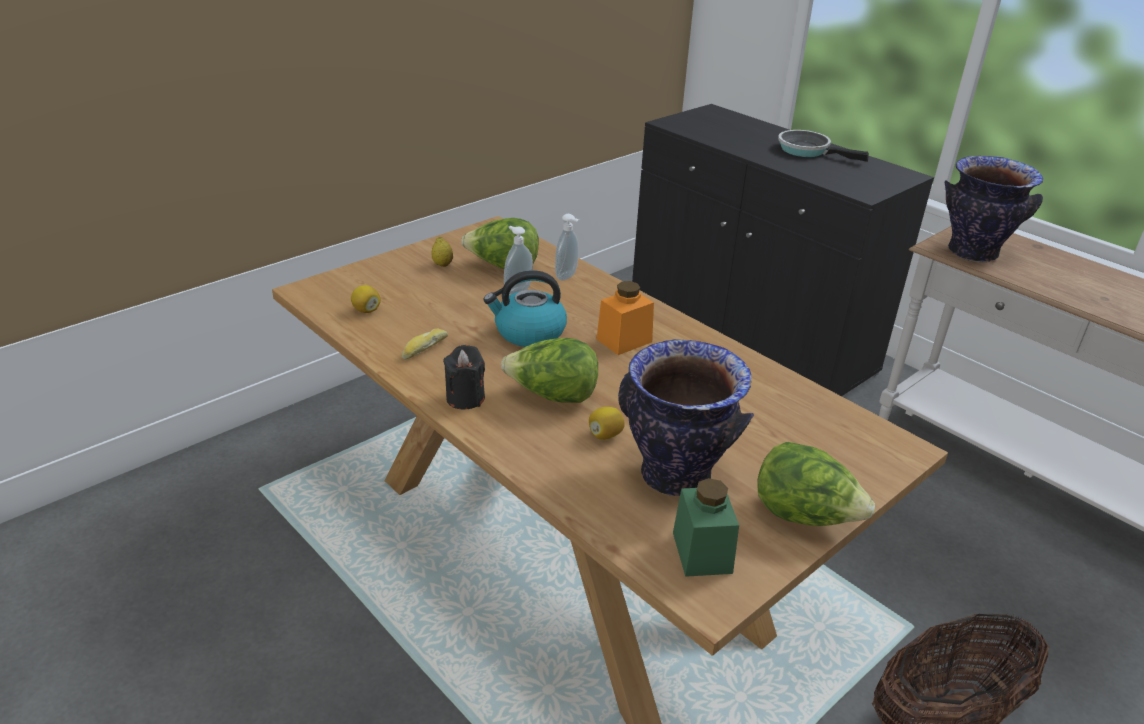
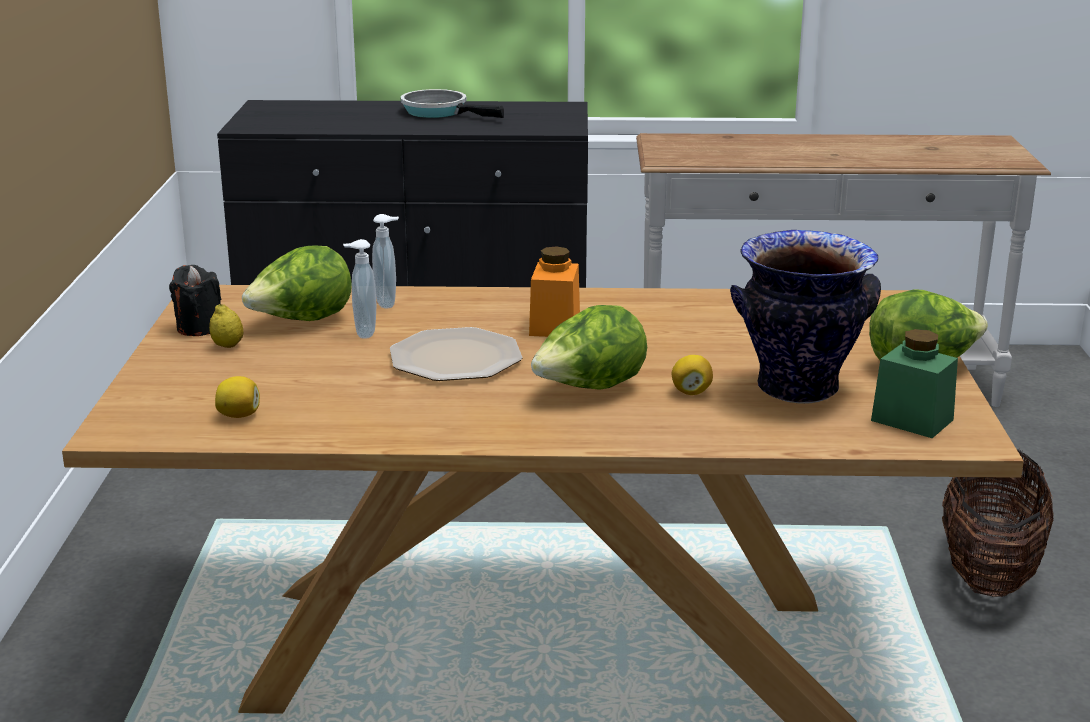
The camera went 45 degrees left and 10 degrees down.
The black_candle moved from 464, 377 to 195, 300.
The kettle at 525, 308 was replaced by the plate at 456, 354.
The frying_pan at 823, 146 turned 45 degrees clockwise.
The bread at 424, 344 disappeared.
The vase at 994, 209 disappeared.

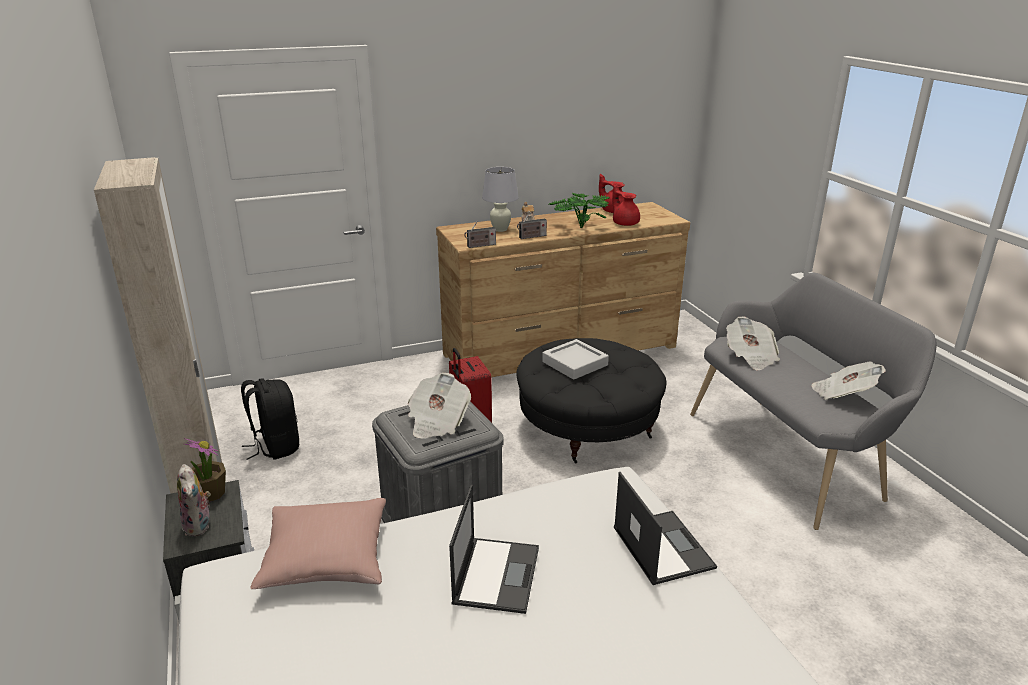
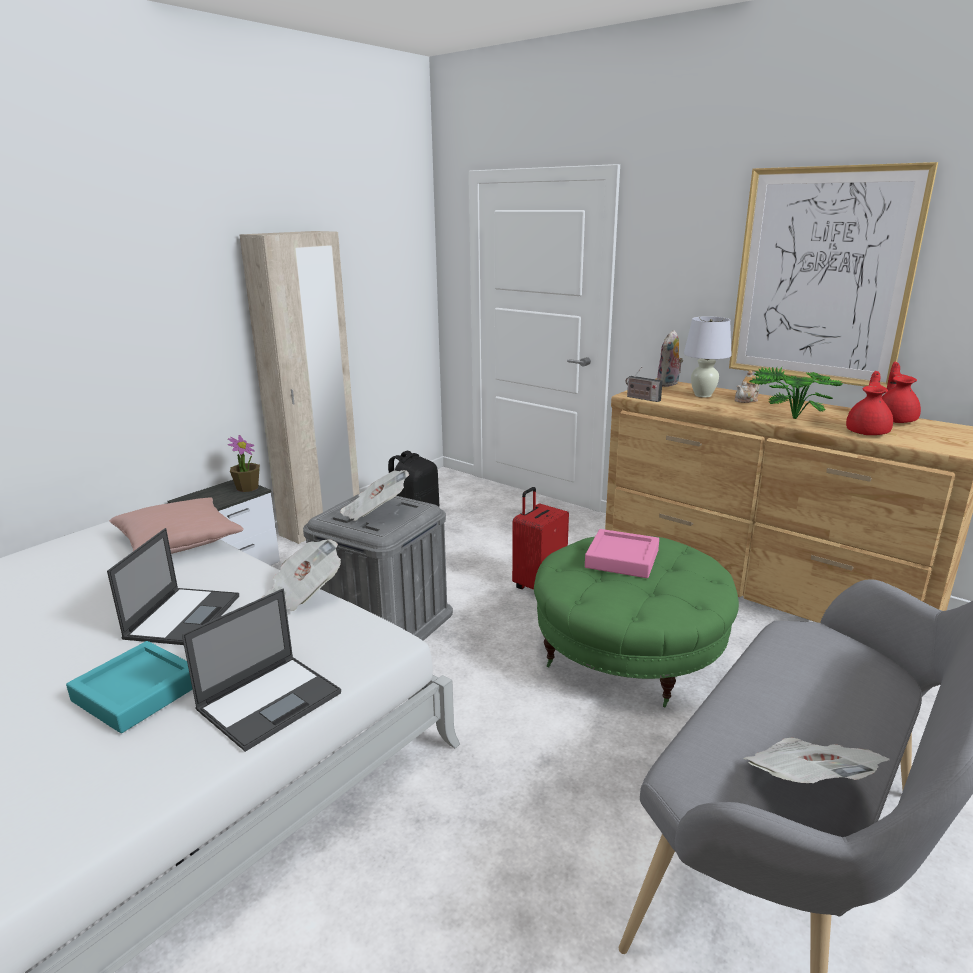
The camera went 60 degrees right and 5 degrees down.
The turquoise_tray at 129, 687 appeared.
The laptop at 494, 549 turned 60 degrees counterclockwise.
The newspaper moved from 753, 343 to 301, 575.
The black_ottoman at 591, 401 became the green_ottoman at 636, 621.
The grey_tray at 575, 359 became the pink_tray at 622, 553.
The plush_toy moved from 194, 500 to 670, 358.
The picture at 833, 275 appeared.
The radio at 532, 225 disappeared.

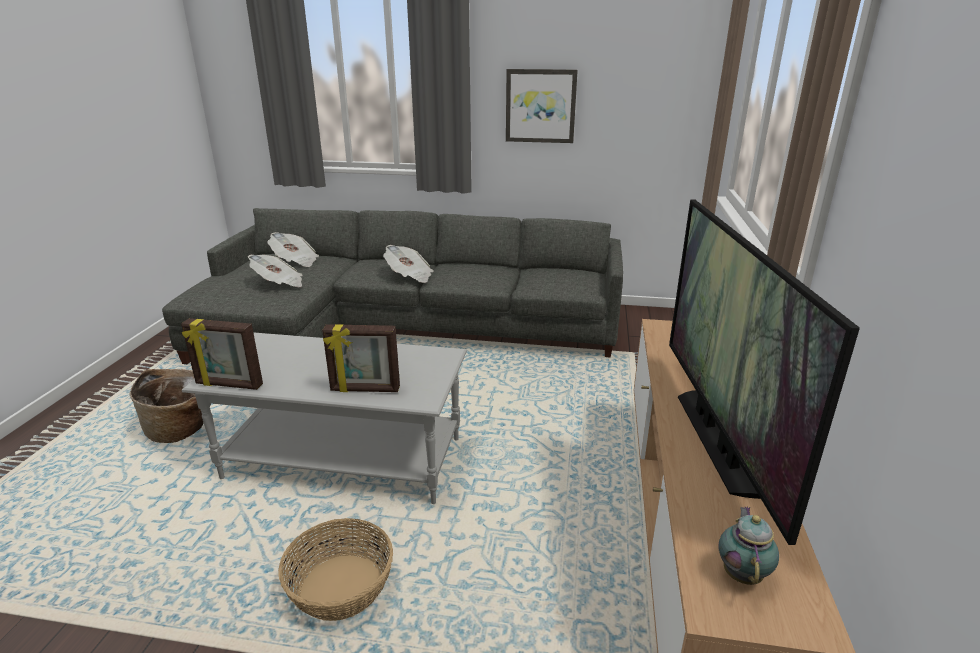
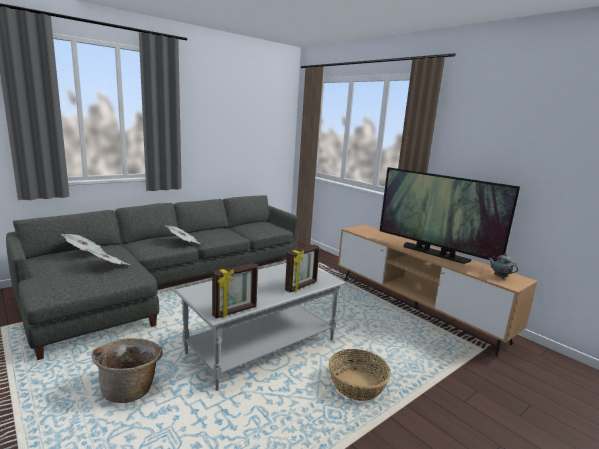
The camera went 50 degrees left and 10 degrees down.
The picture at 542, 106 disappeared.

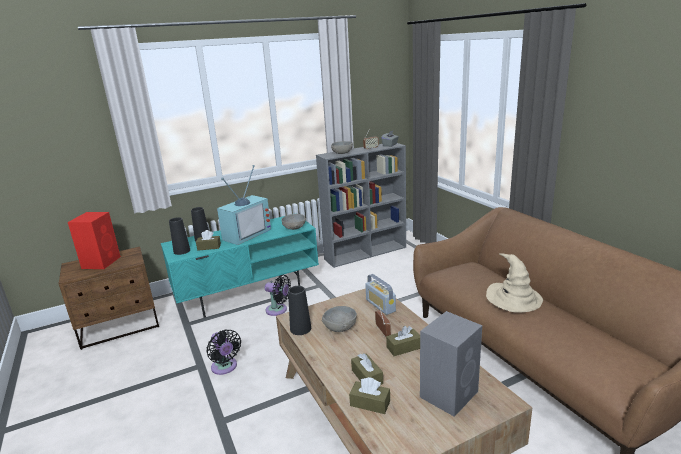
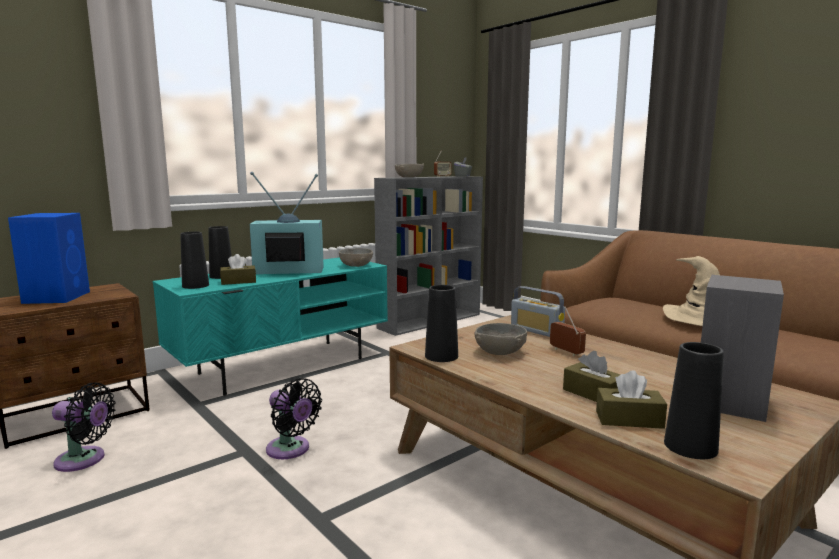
The camera went 15 degrees left and 10 degrees down.
The red_speaker at 94, 240 became the blue_speaker at 49, 258.
The black_fan moved from 278, 295 to 84, 427.
The television at 244, 205 turned 120 degrees counterclockwise.
The black_vase at 694, 400 appeared.
The brown_tissue_box at 403, 341 disappeared.

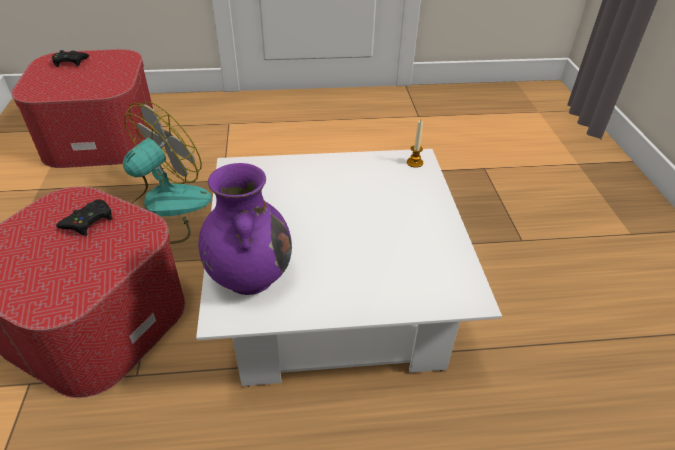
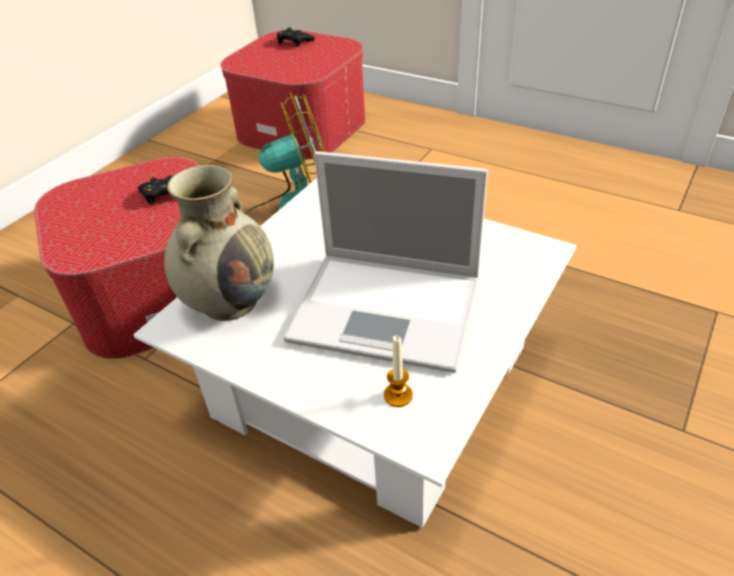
The camera went 40 degrees right and 0 degrees up.
The purple_vase at 245, 229 became the beige_vase at 219, 243.
The laptop at 385, 262 appeared.
The candle moved from 415, 144 to 398, 371.

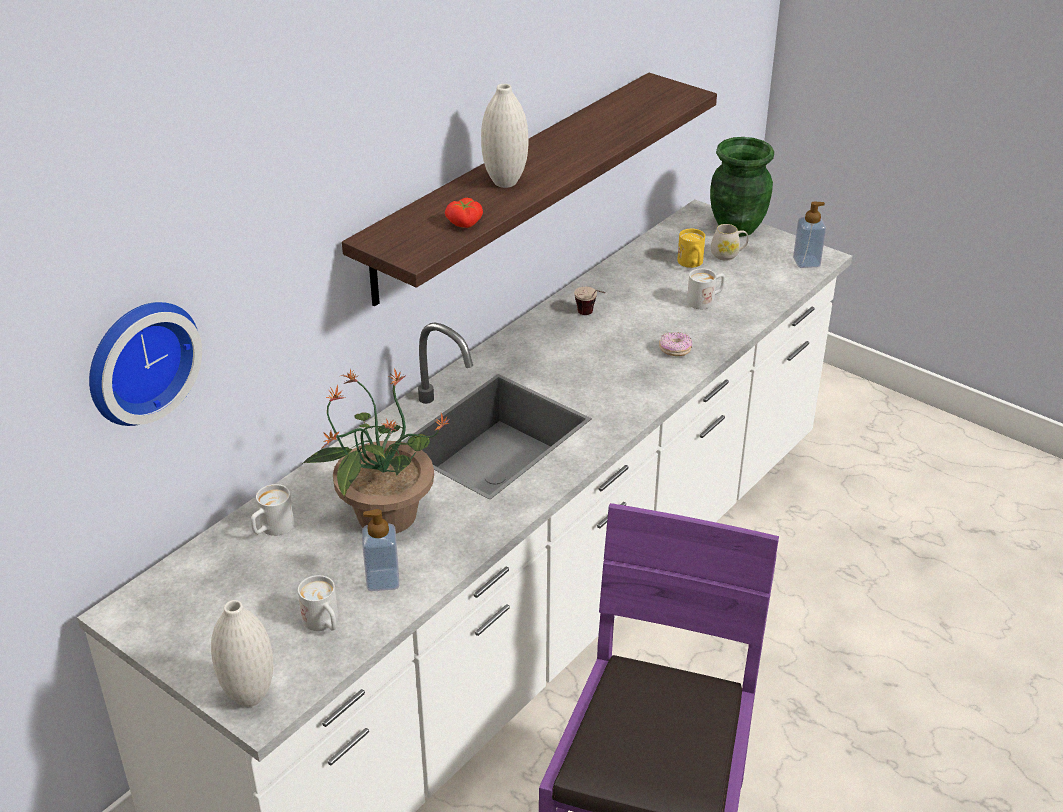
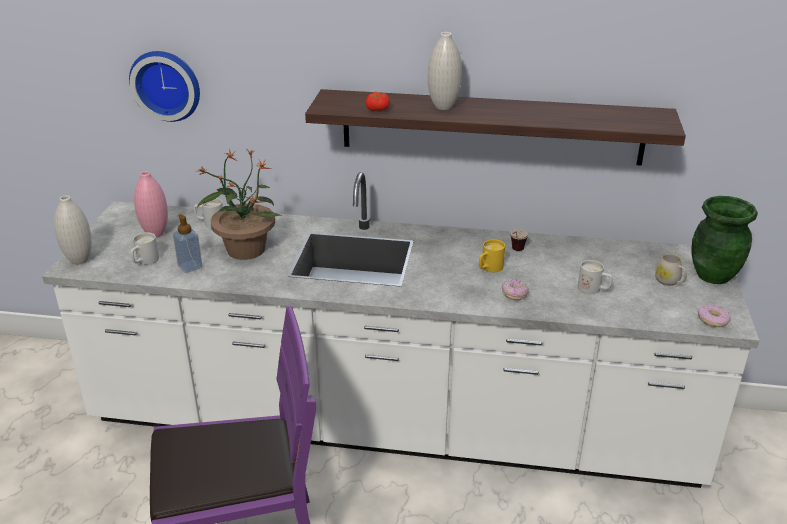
The camera went 60 degrees right and 5 degrees down.
The pink_vase at 151, 204 appeared.
The yellow_mug moved from 691, 248 to 492, 255.
The soap_dispenser at 809, 235 was replaced by the donut at 714, 315.

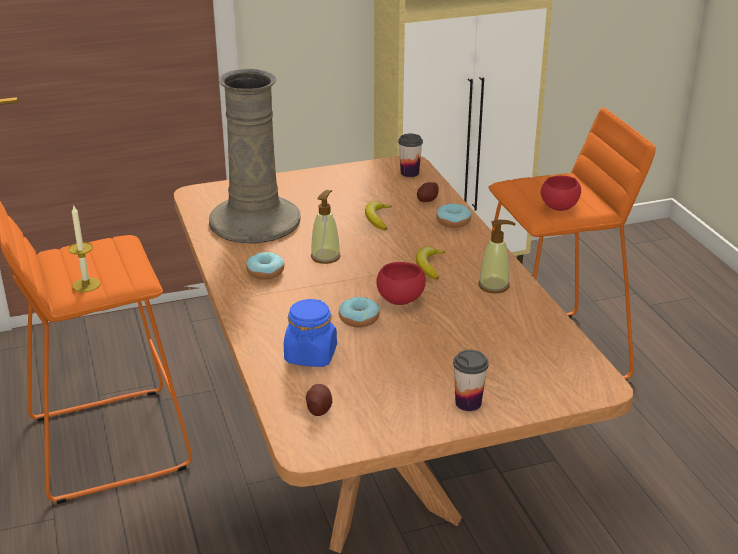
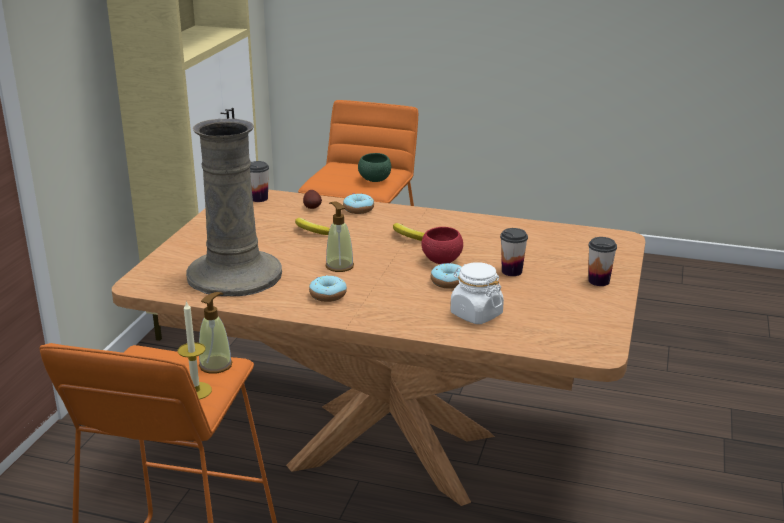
The camera went 55 degrees left and 5 degrees down.
The soap_dispenser moved from 497, 257 to 215, 333.
The red_bowl at 561, 193 became the green_bowl at 374, 167.
The blue_jar at 310, 333 became the white_jar at 477, 293.
The cup at 514, 252 appeared.
The potato at 319, 400 disappeared.

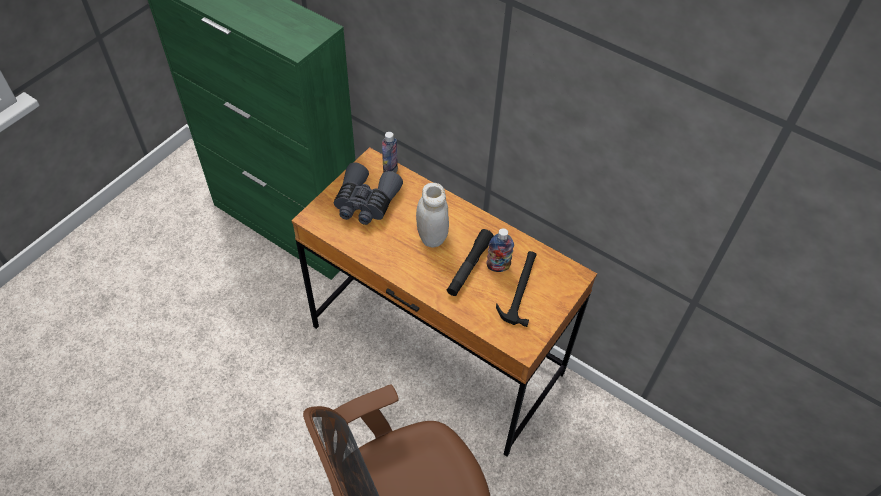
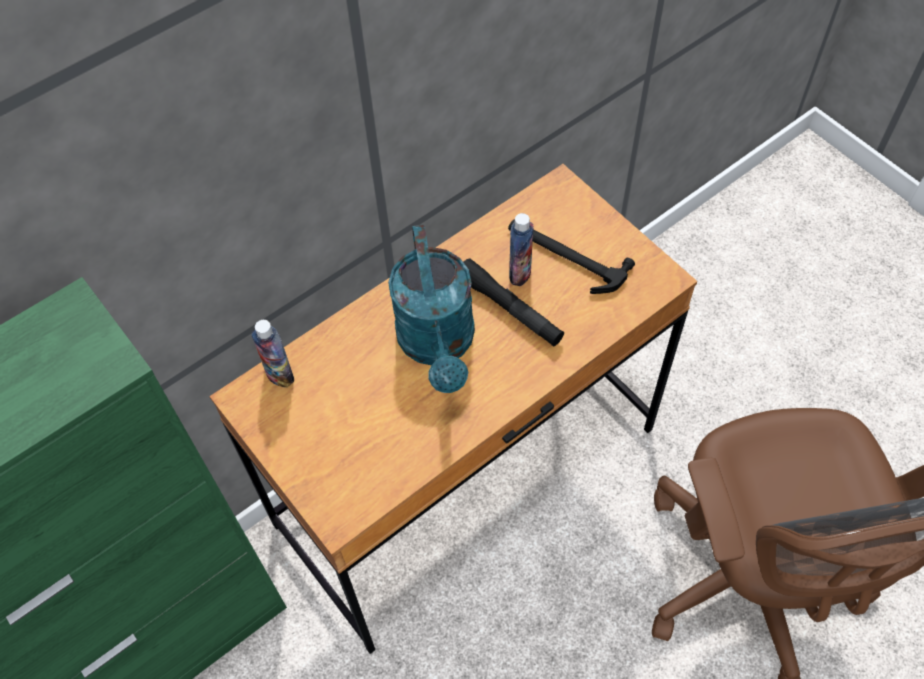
The camera went 70 degrees left and 5 degrees up.
The white_jar at 432, 215 was replaced by the turquoise_watering_can at 431, 308.
The grey_binoculars at 368, 193 disappeared.

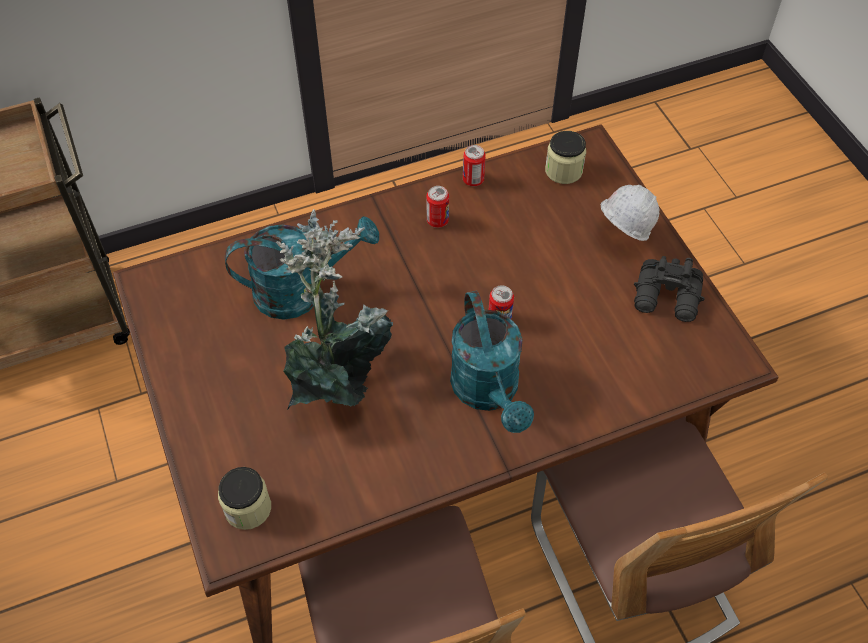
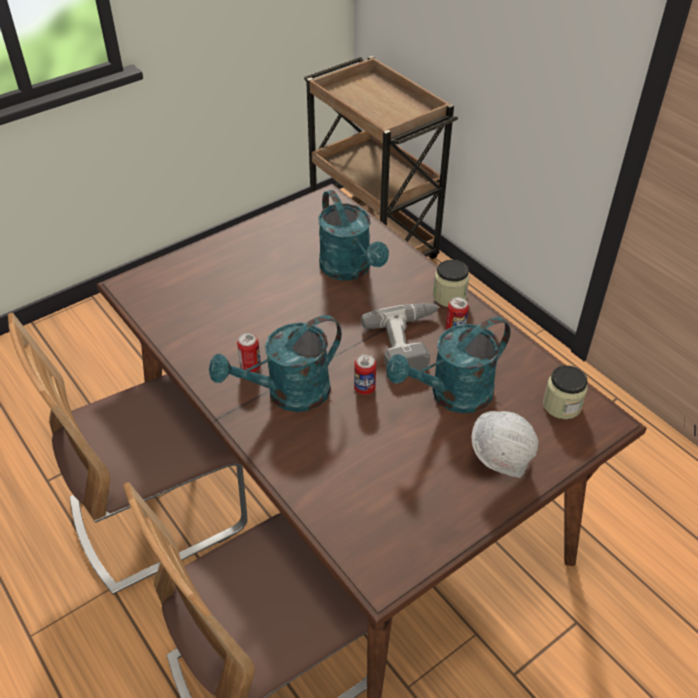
The camera went 75 degrees right and 10 degrees down.
The can moved from 474, 165 to 249, 352.
The power_drill at 400, 336 appeared.
The turquoise_watering_can at 448, 365 appeared.
The jar moved from 244, 498 to 451, 283.
The potted_plant at 334, 309 disappeared.
The black_binoculars at 669, 289 disappeared.

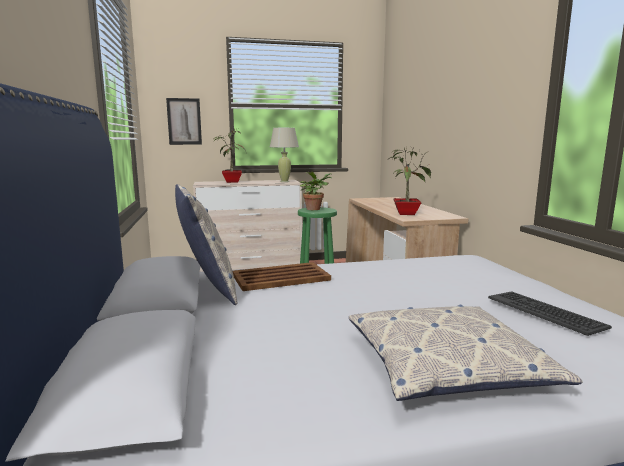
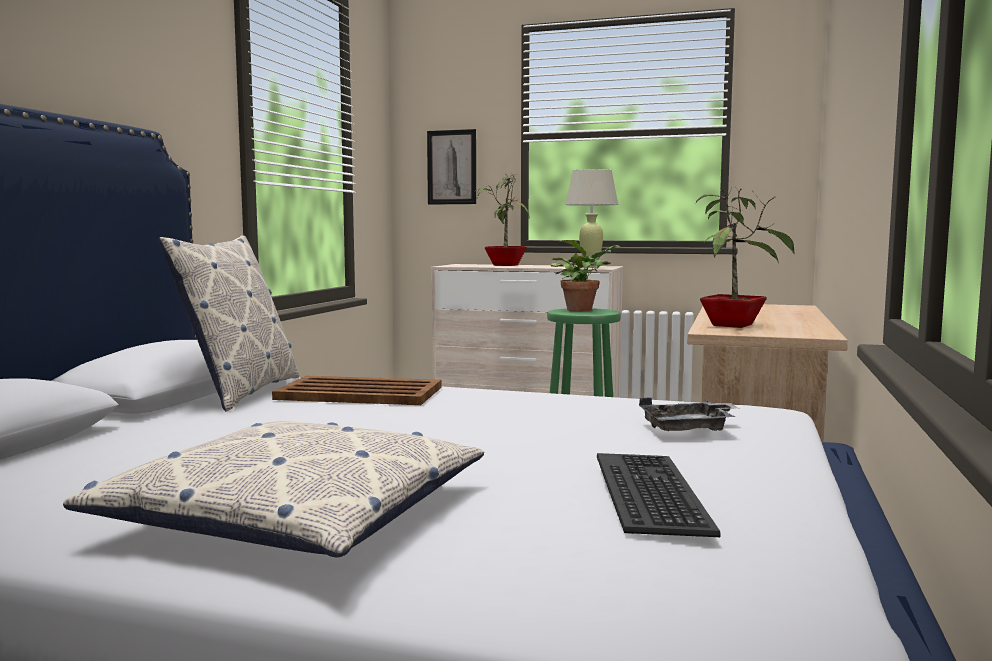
The camera went 30 degrees right and 5 degrees down.
The grey_tray at 688, 414 appeared.

